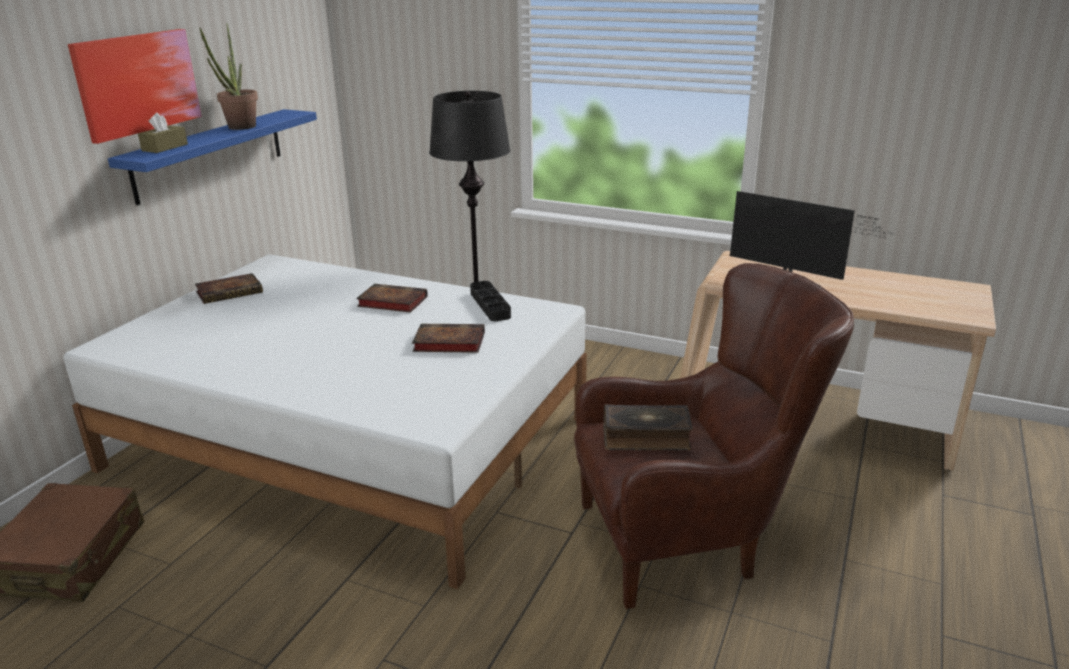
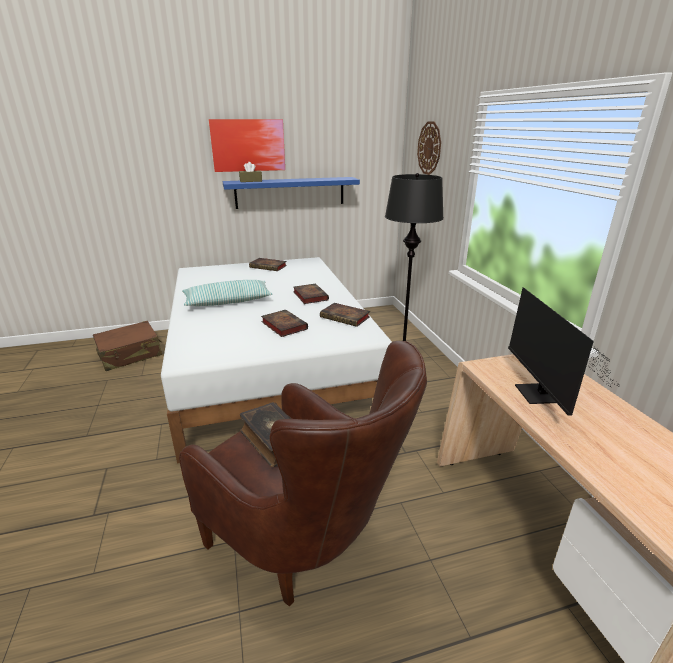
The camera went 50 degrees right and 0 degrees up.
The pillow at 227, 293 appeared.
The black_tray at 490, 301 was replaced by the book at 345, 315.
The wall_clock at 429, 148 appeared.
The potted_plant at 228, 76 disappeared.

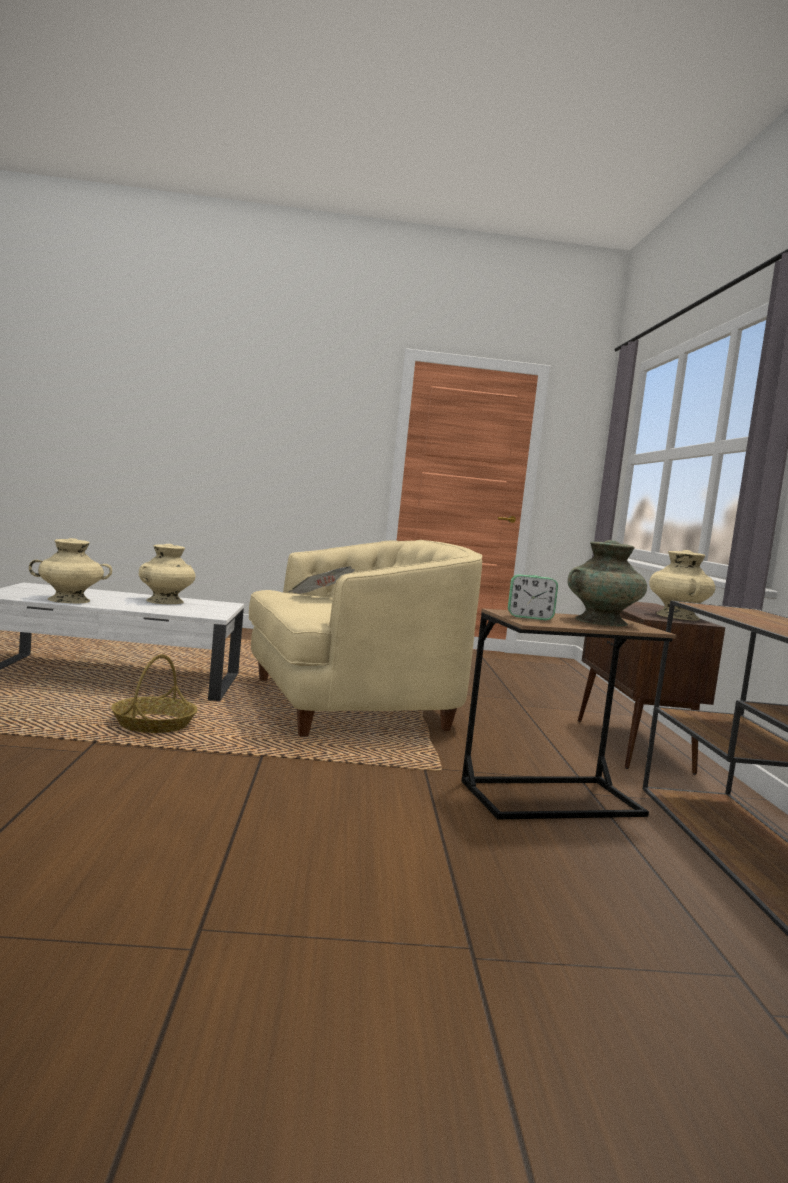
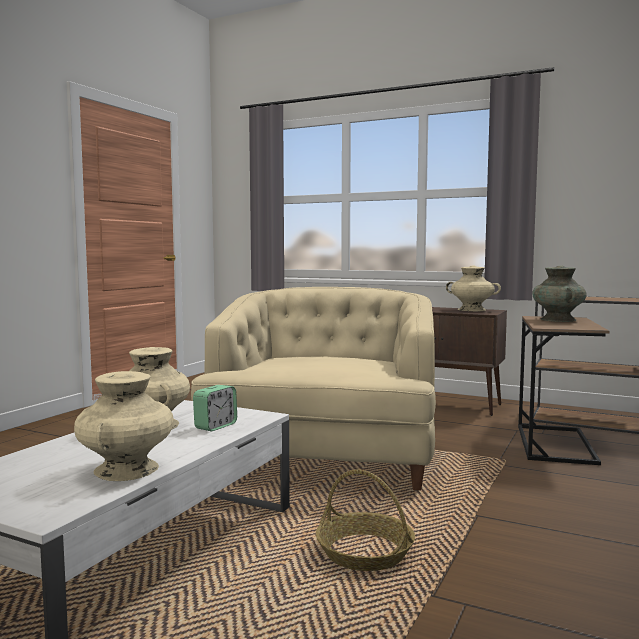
The camera went 60 degrees left and 0 degrees up.
The alarm_clock moved from 533, 597 to 215, 408.
The newspaper at 321, 580 disappeared.

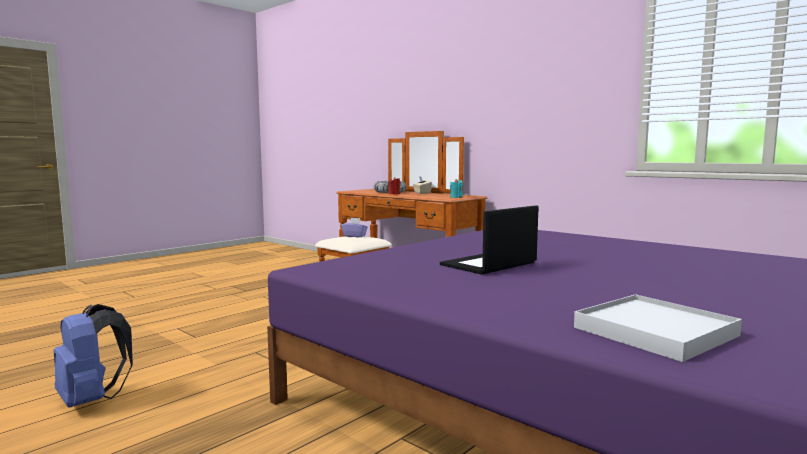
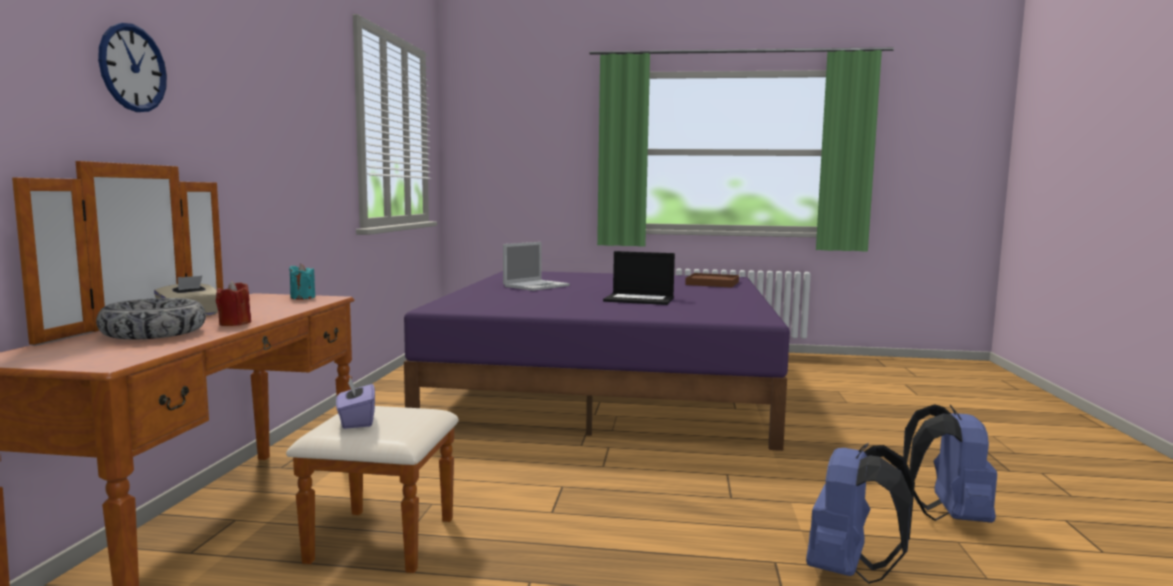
The camera went 125 degrees left and 0 degrees up.
The wall_clock at 132, 67 appeared.
The laptop at 536, 266 appeared.
The white_tray at 658, 328 became the brown_tray at 712, 280.
The blue_backpack at 860, 513 appeared.

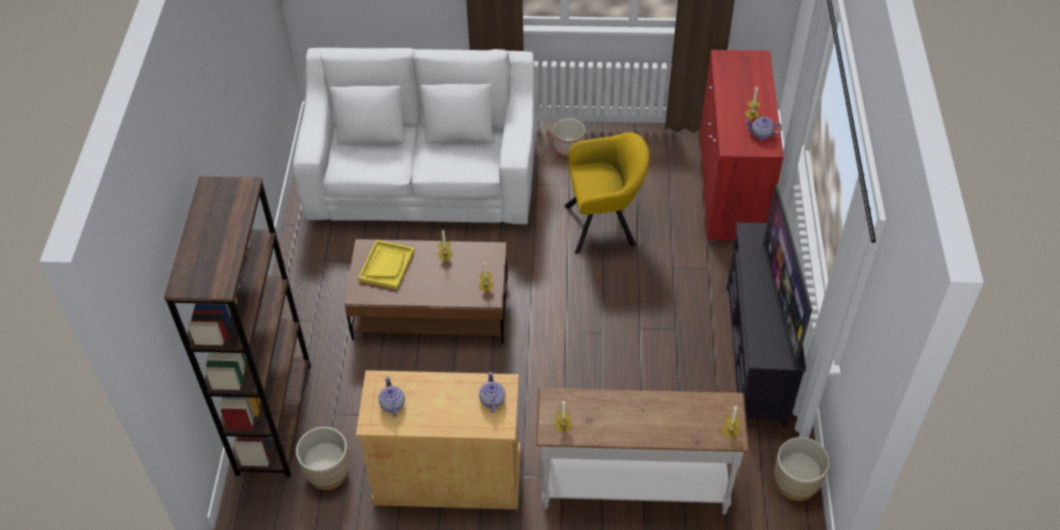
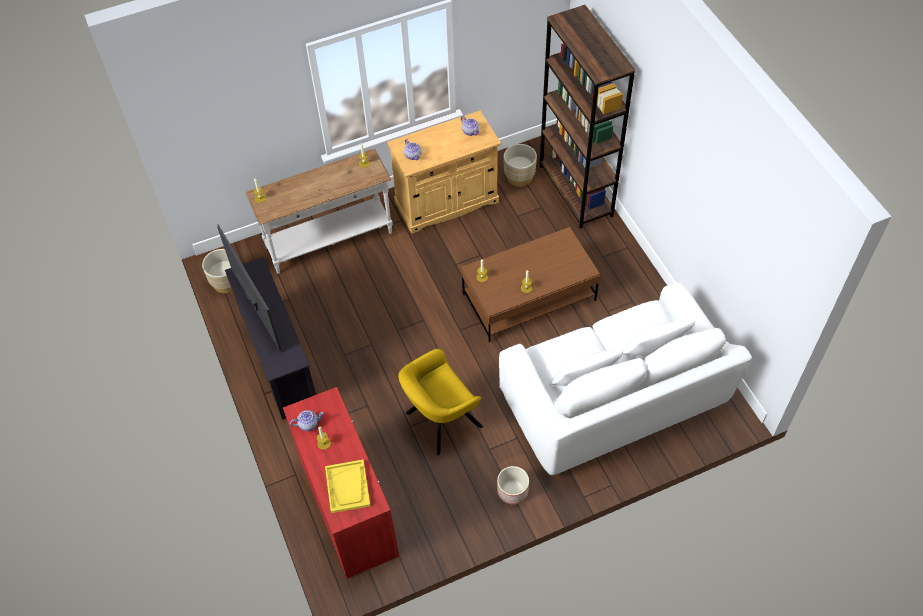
The camera went 155 degrees right and 5 degrees up.
The yellow_tray moved from 386, 265 to 347, 486.

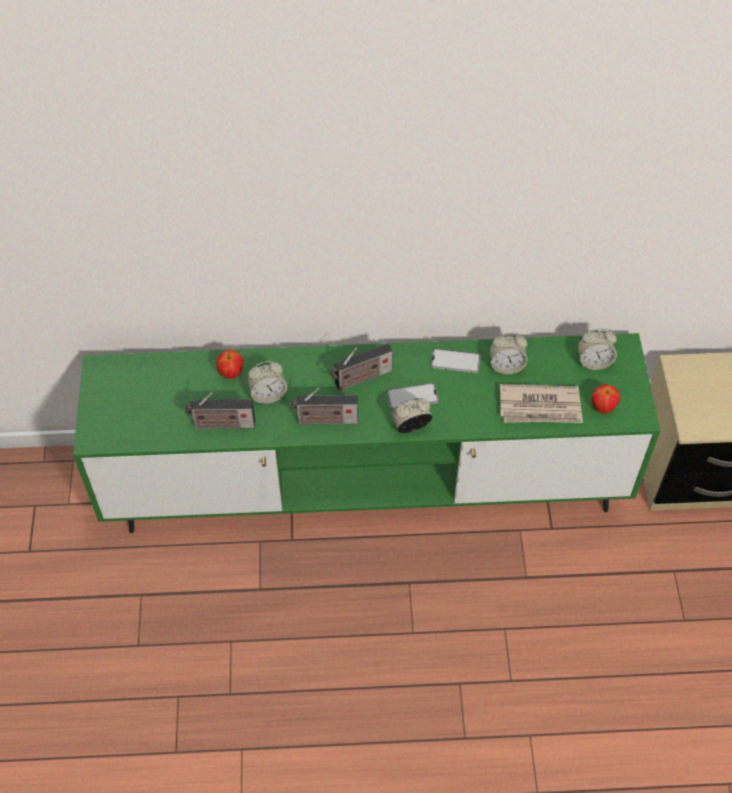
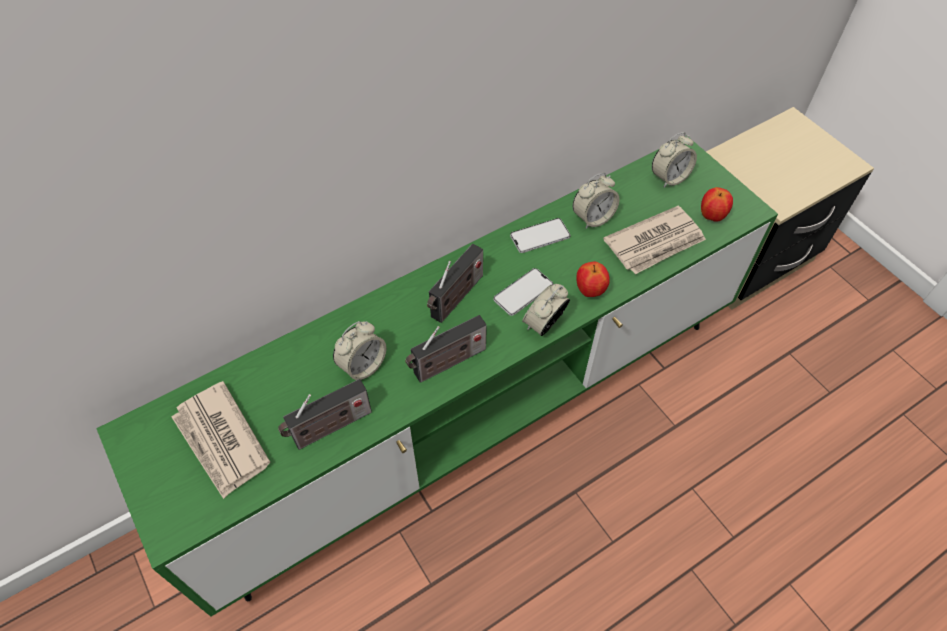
The camera went 30 degrees left and 0 degrees up.
The newspaper at 221, 440 appeared.
The apple moved from 230, 364 to 593, 279.

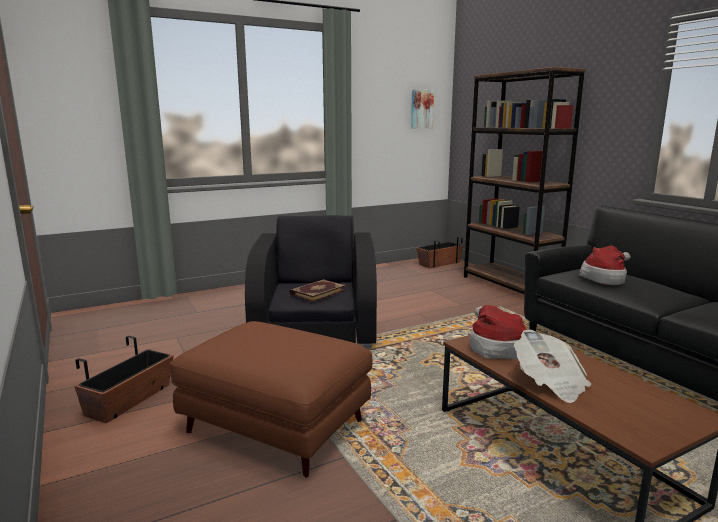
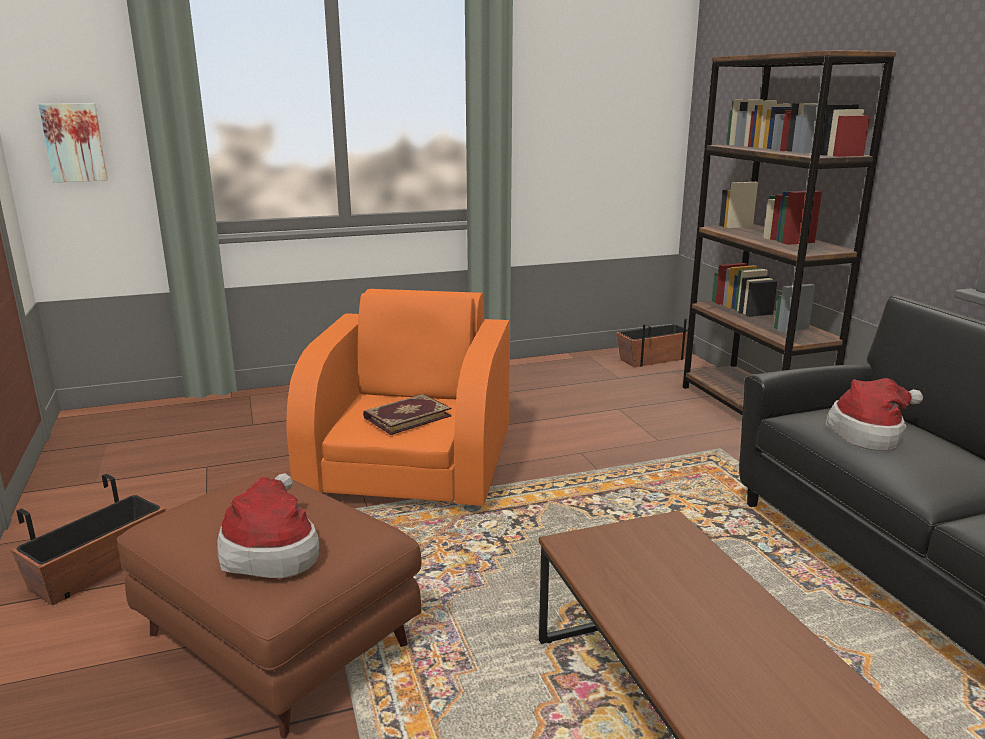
The camera went 10 degrees right and 5 degrees up.
The picture moved from 422, 108 to 73, 142.
The hat moved from 498, 332 to 268, 525.
The black_armchair at 311, 282 became the orange_armchair at 398, 400.
The newspaper at 552, 366 disappeared.

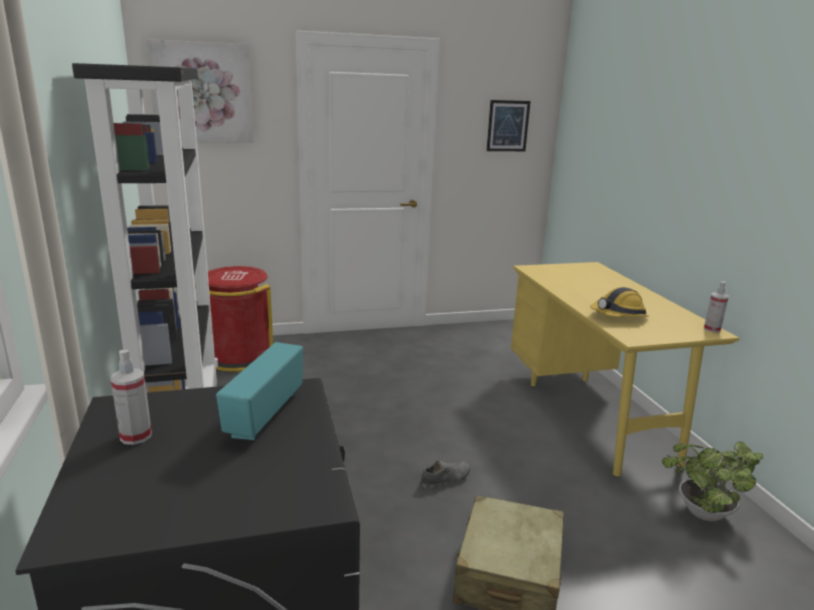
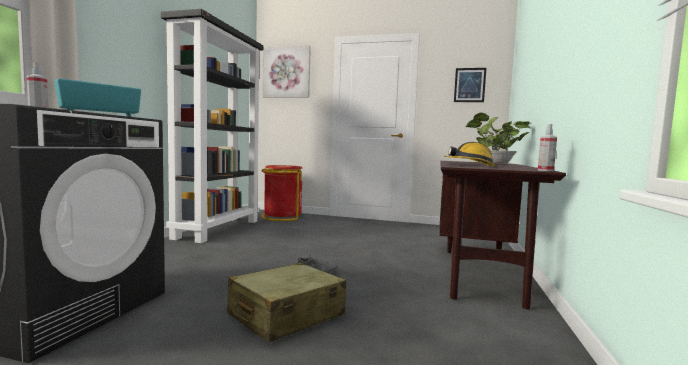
The camera went 30 degrees right and 15 degrees down.
The yellow_desk at 625, 369 became the brown_desk at 503, 235.
The potted_plant moved from 712, 481 to 498, 138.

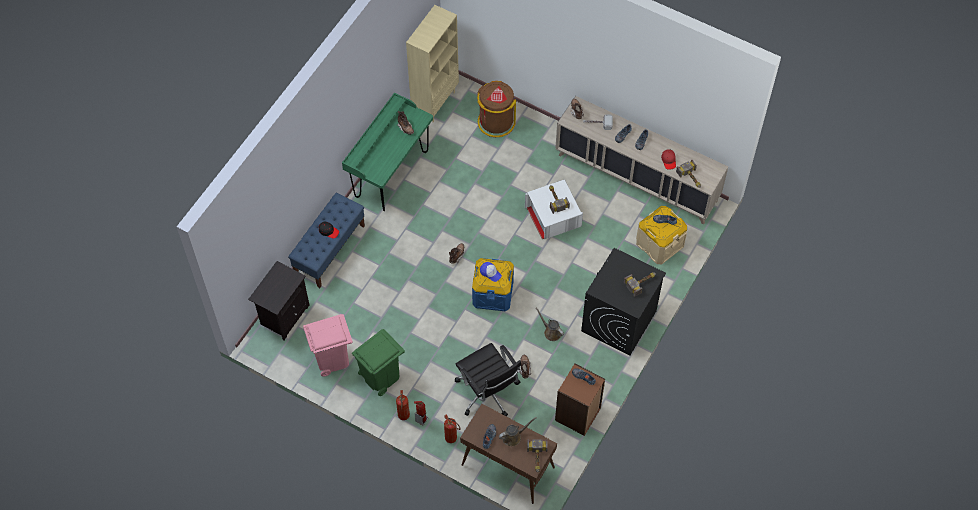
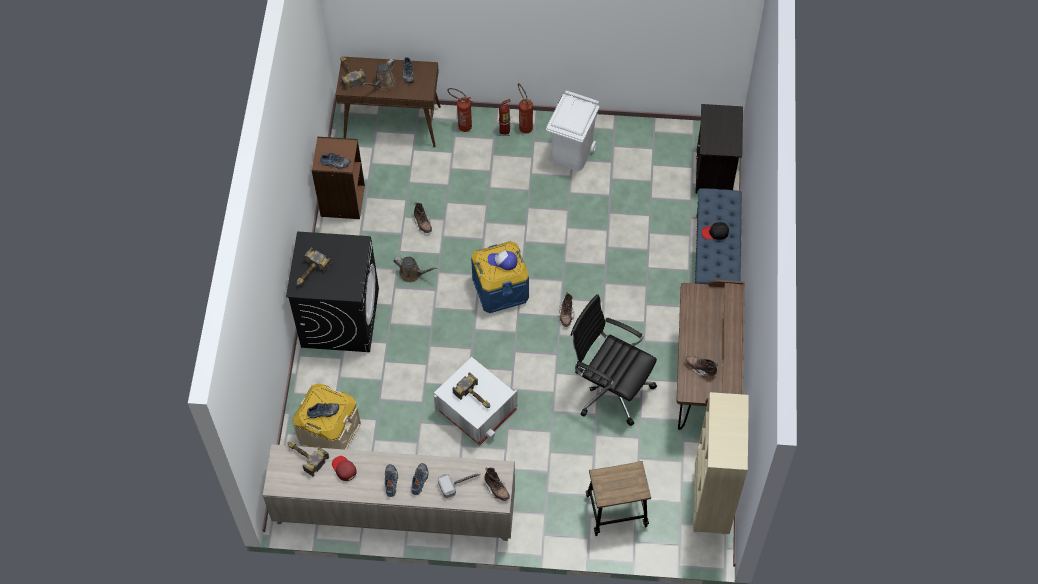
The camera went 155 degrees right and 0 degrees up.
The green_trash_can at 378, 362 became the white_trash_can at 572, 131.
The black_office_chair moved from 488, 379 to 614, 360.
The brown_trash_can at 496, 109 was replaced by the stool at 618, 498.
The green_desk at 387, 151 became the brown_desk at 710, 355.
The pink_trash_can at 328, 345 disappeared.

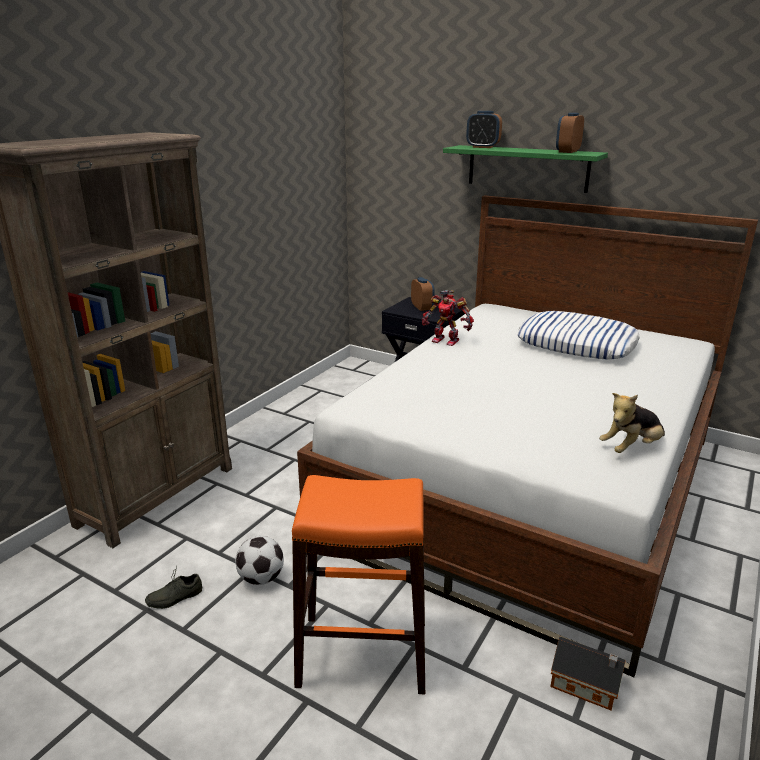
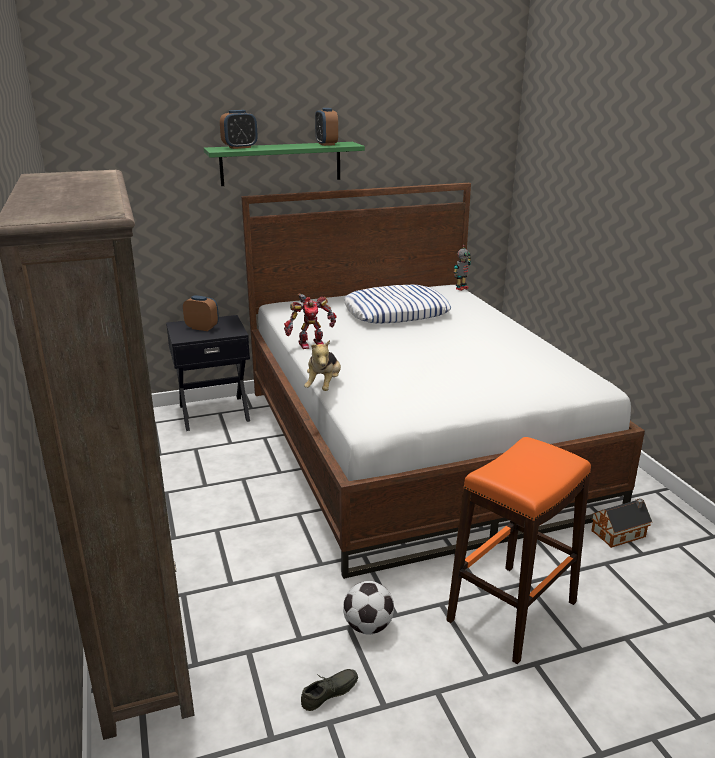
The camera went 50 degrees left and 0 degrees up.
The grey_shoe at 173, 587 turned 135 degrees counterclockwise.
The plush_toy moved from 632, 423 to 322, 365.
The toy_robot at 462, 268 appeared.

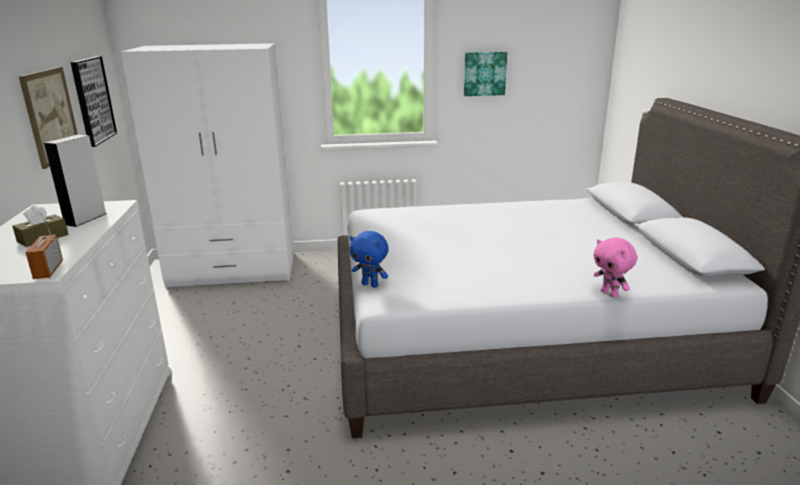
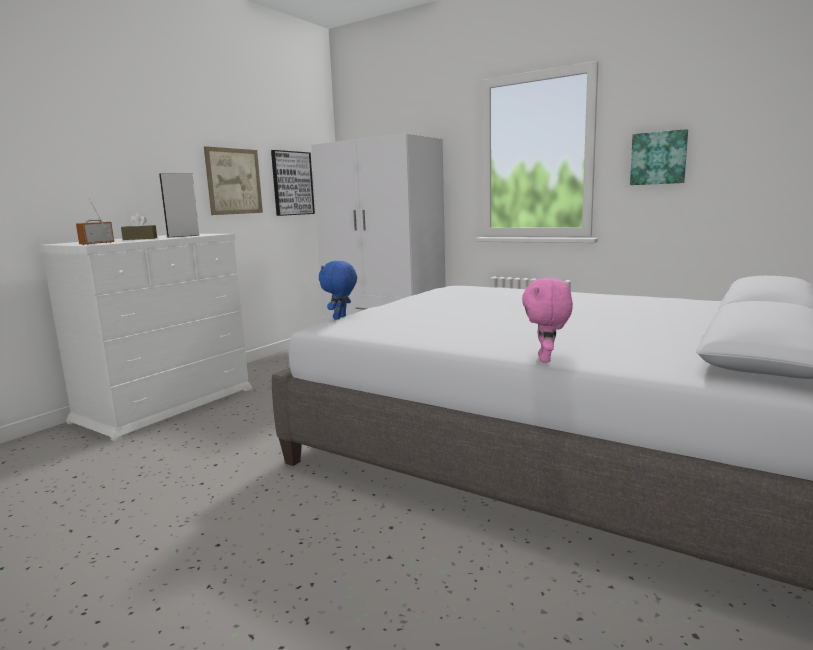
The camera went 40 degrees right and 10 degrees down.
The blue_plush_toy at 369, 259 turned 45 degrees clockwise.

